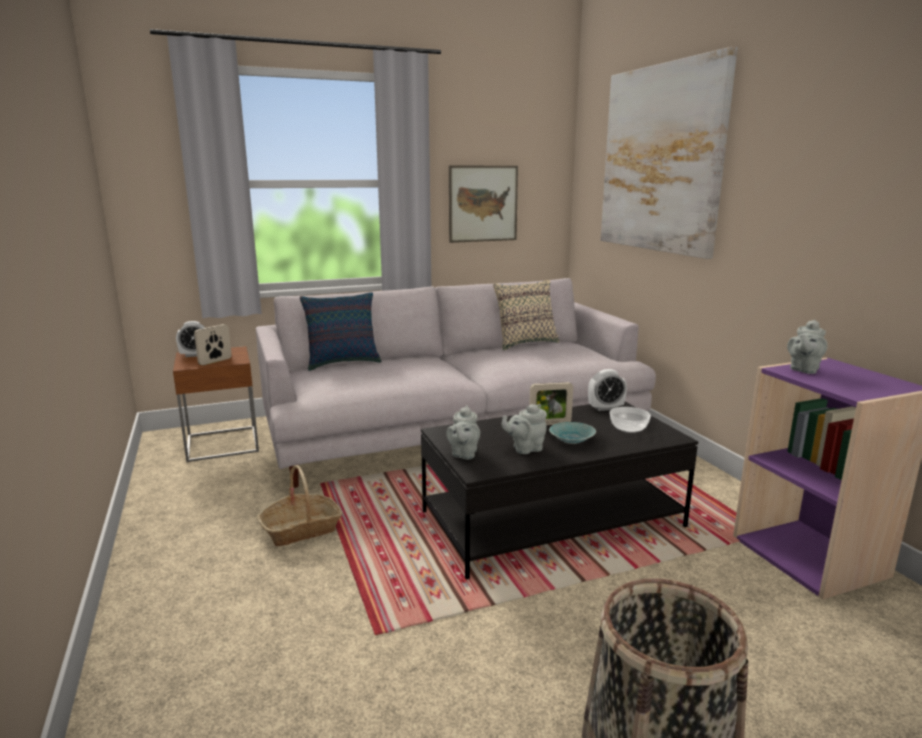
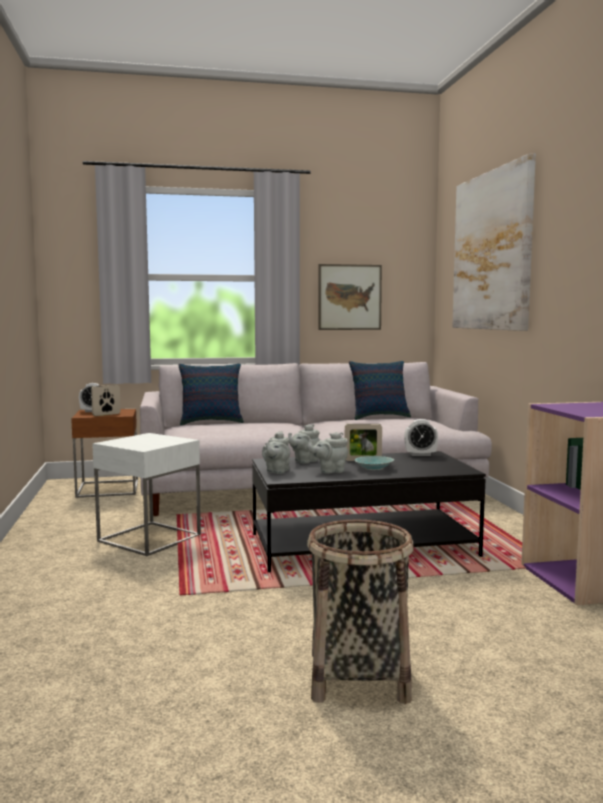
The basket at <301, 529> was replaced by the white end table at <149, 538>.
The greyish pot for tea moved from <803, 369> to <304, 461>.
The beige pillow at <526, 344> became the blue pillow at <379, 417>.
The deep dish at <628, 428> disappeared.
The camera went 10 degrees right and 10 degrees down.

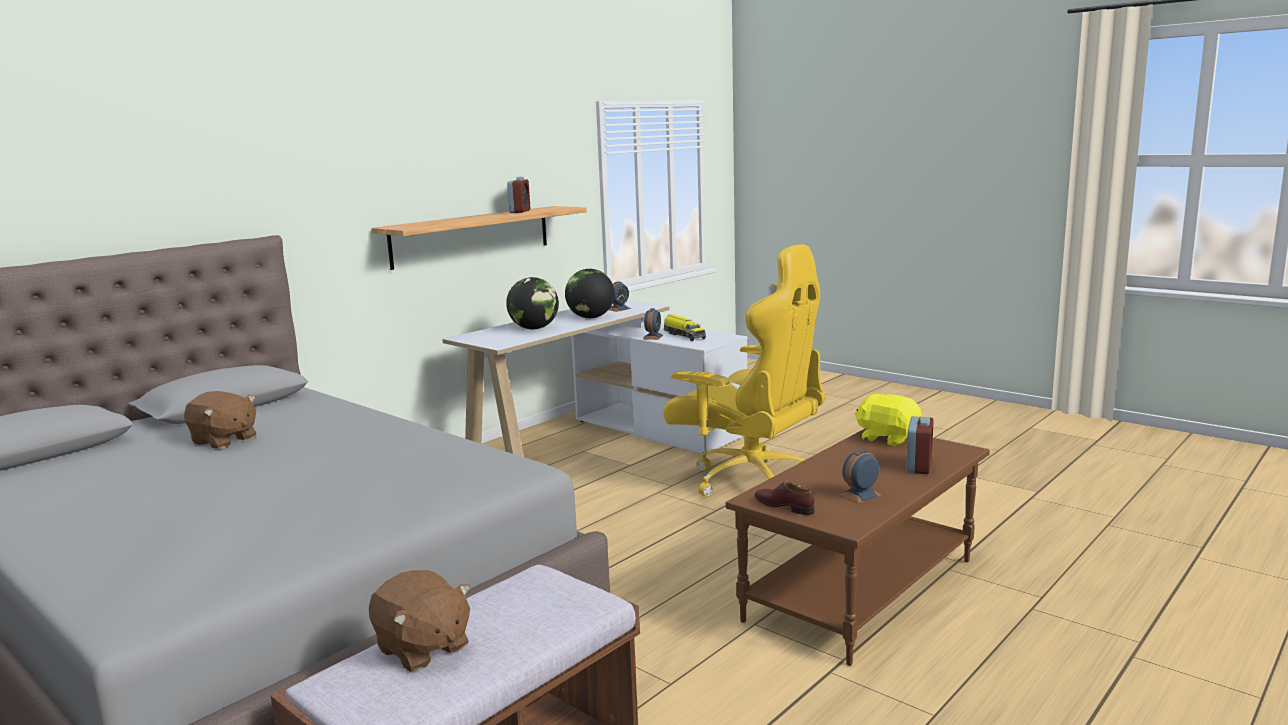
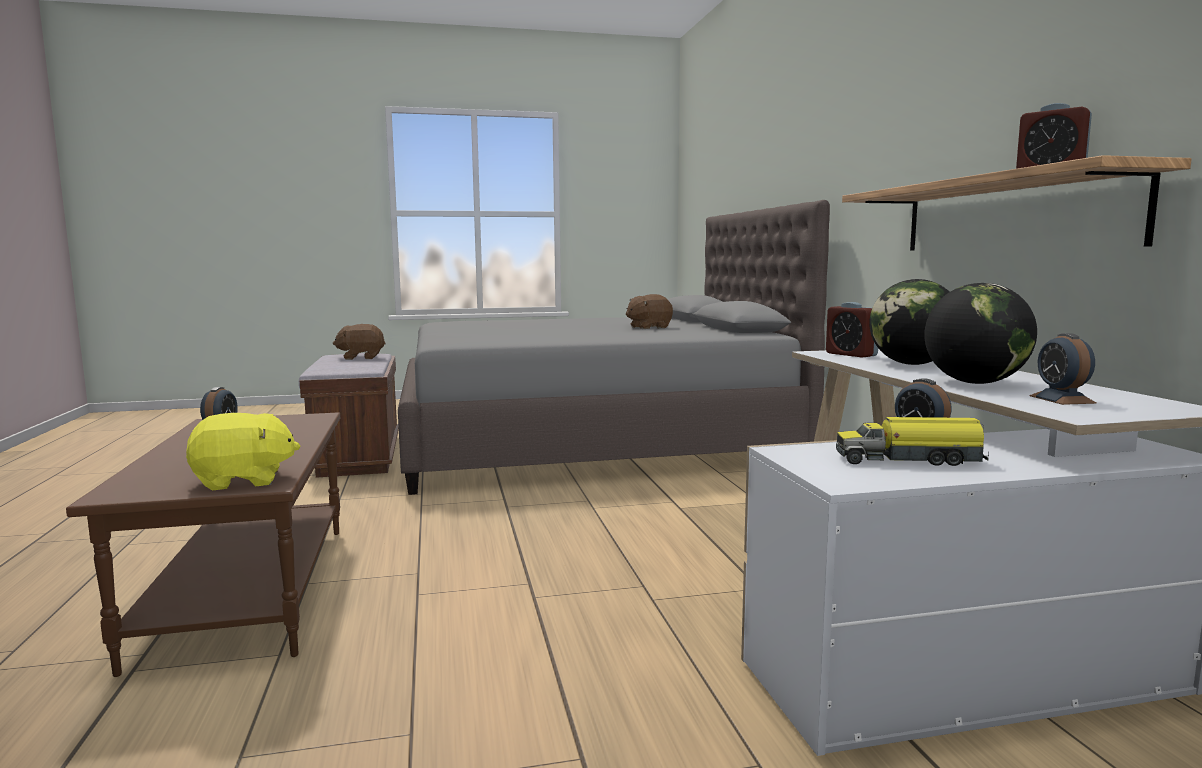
The alarm clock moved from <919, 466> to <851, 354>.
The yellow-coloured desk chair at <744, 479> disappeared.
The brown-coloured item of footwear at <784, 506> disappeared.
The camera went 125 degrees right and 5 degrees down.

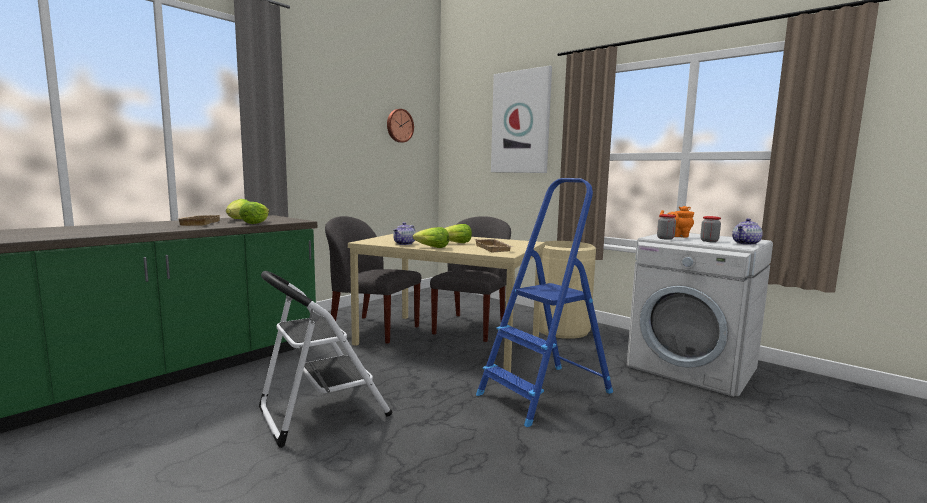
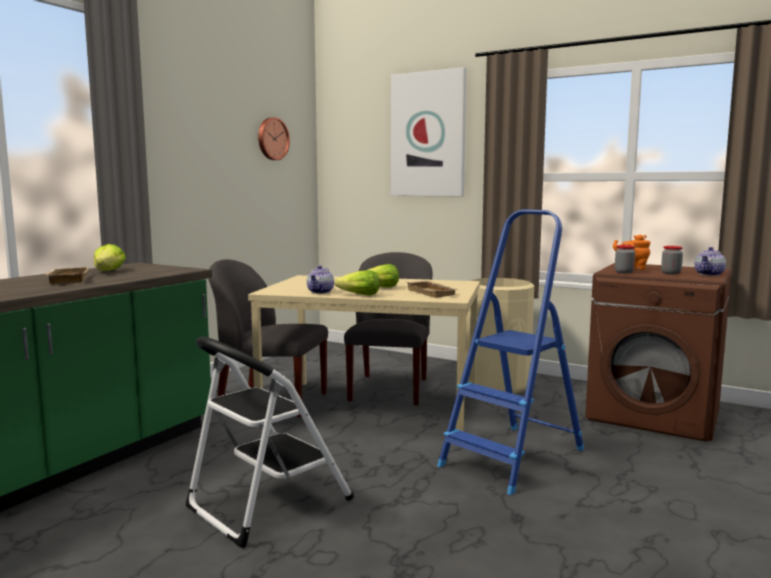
The white laundry machine at <691, 368> became the brown-coloured laundry machine at <653, 415>.
The lettuce head at <255, 223> disappeared.
The camera went 10 degrees left and 0 degrees up.

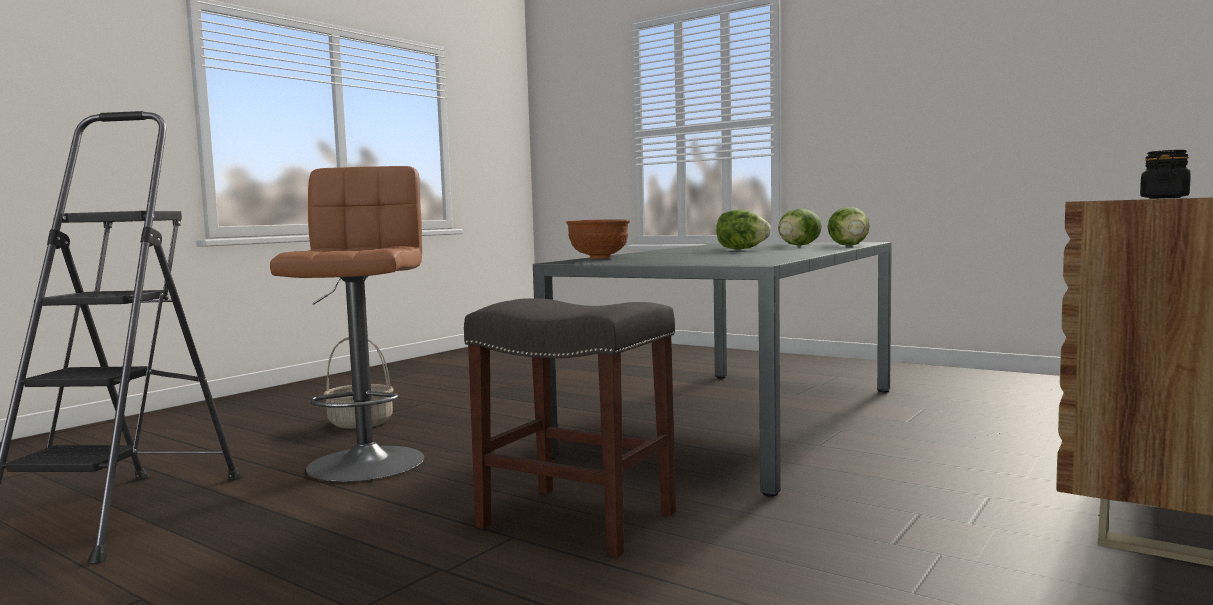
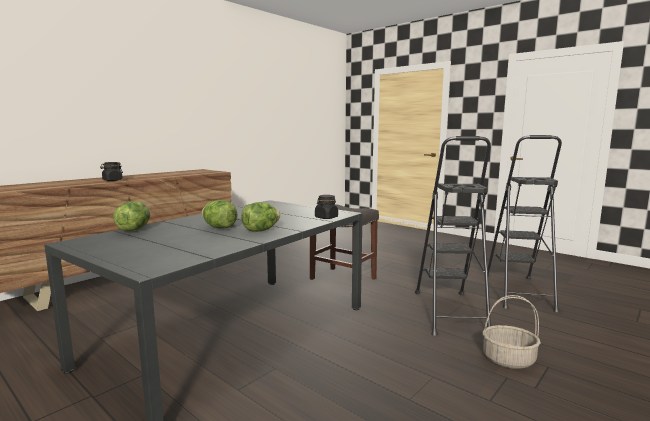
The lettuce head moved from <798, 245> to <261, 230>.
The brown-coloured deep dish at <599, 258> was replaced by the black storage jar at <326, 217>.
The brown-coloured stool seat at <368, 463> was replaced by the step ladder at <449, 312>.
The camera went 175 degrees left and 5 degrees up.

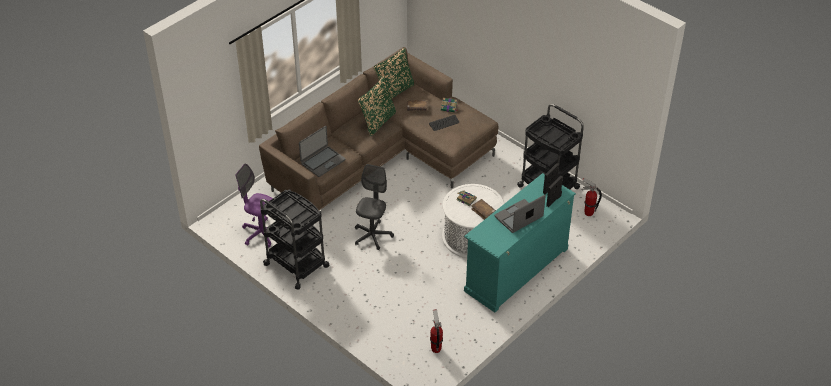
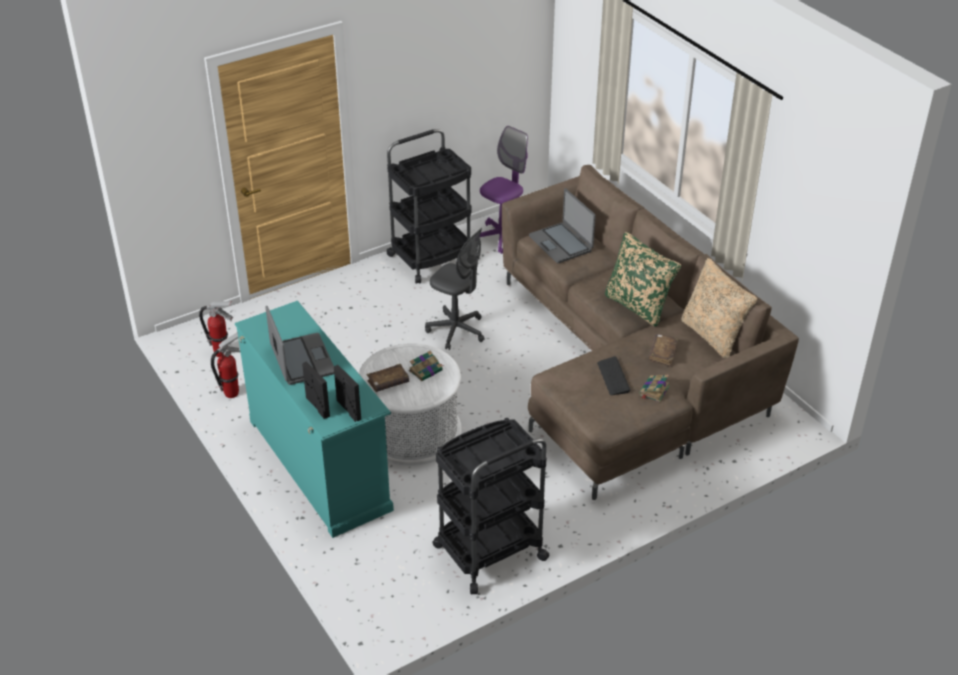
The fire-fighting cylinder moved from <588, 213> to <232, 393>.
The green pillow at <395, 92> became the beige pillow at <712, 338>.
The camera went 105 degrees right and 5 degrees down.

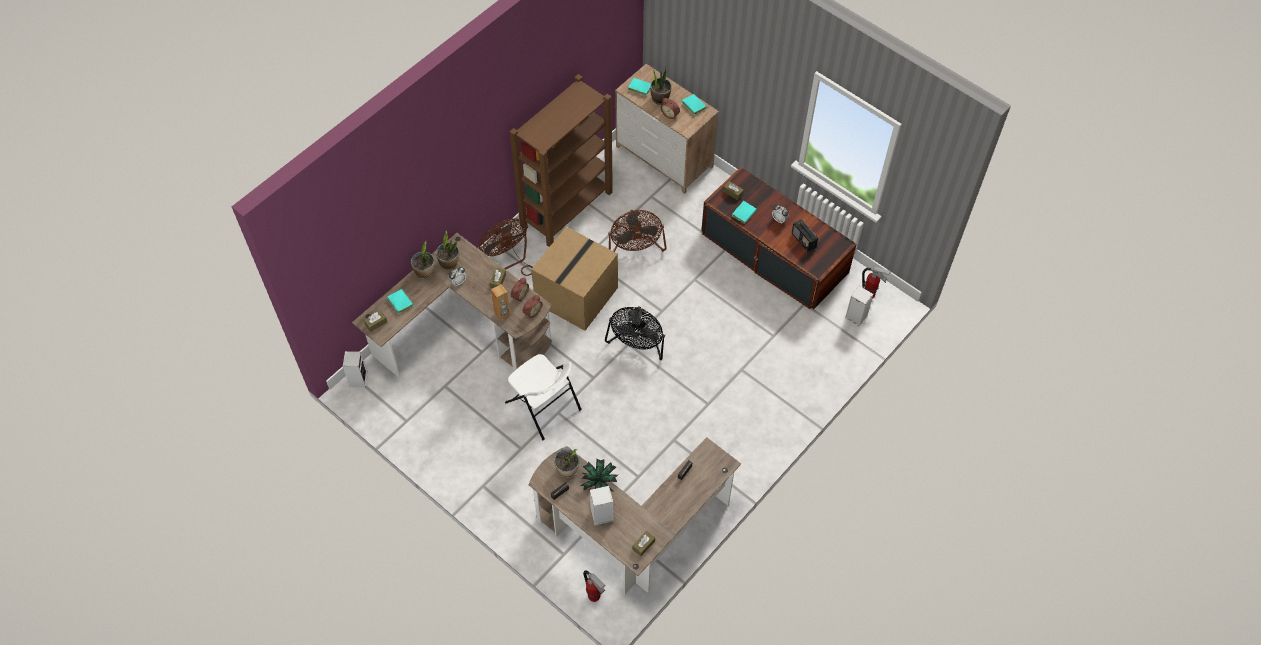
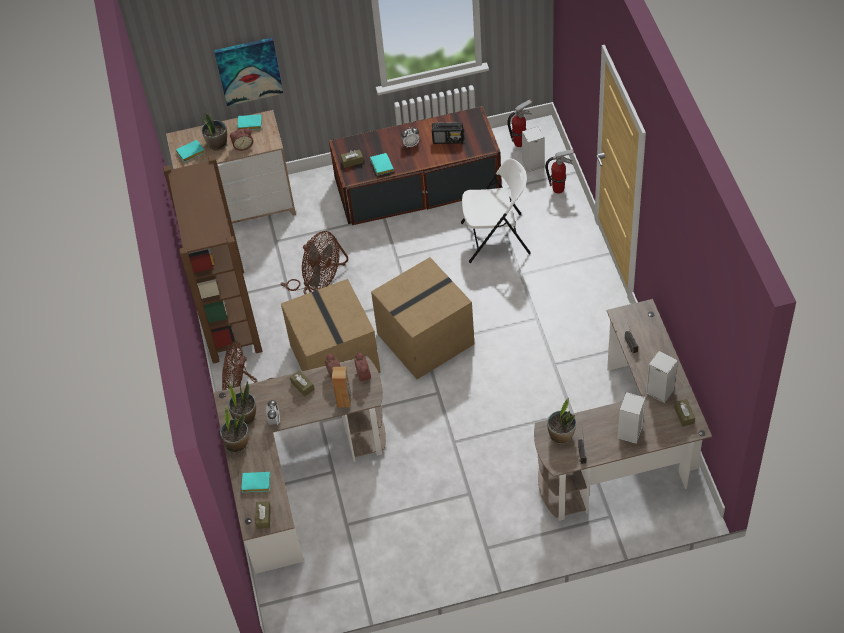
The wall picture at <249, 70> appeared.
The black cooling fan at <636, 341> was replaced by the packing box at <425, 337>.
The white upright chair moved from <543, 406> to <495, 238>.
The fire-fighting cylinder moved from <594, 597> to <559, 189>.
The audio speaker moved from <358, 379> to <658, 391>.
The houseplant at <599, 481> disappeared.
The camera went 50 degrees left and 5 degrees down.

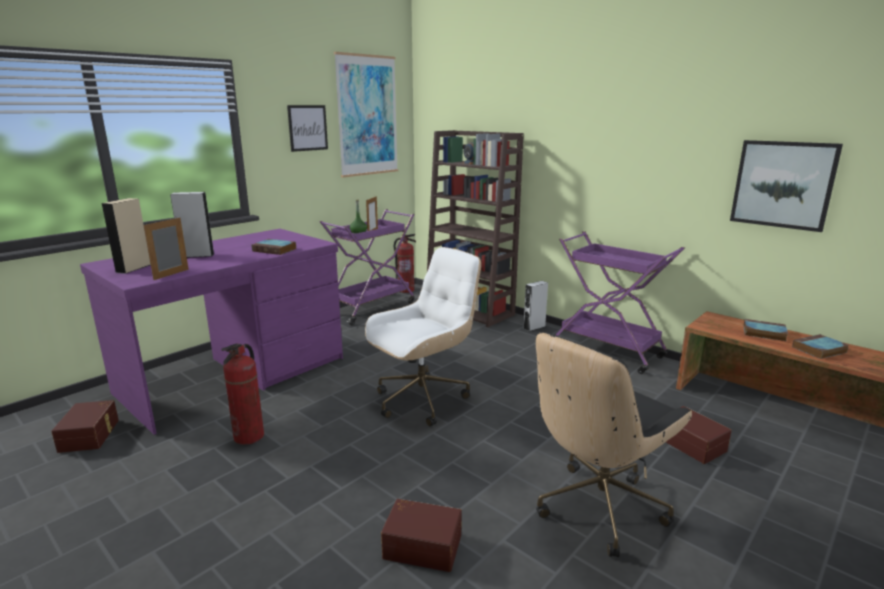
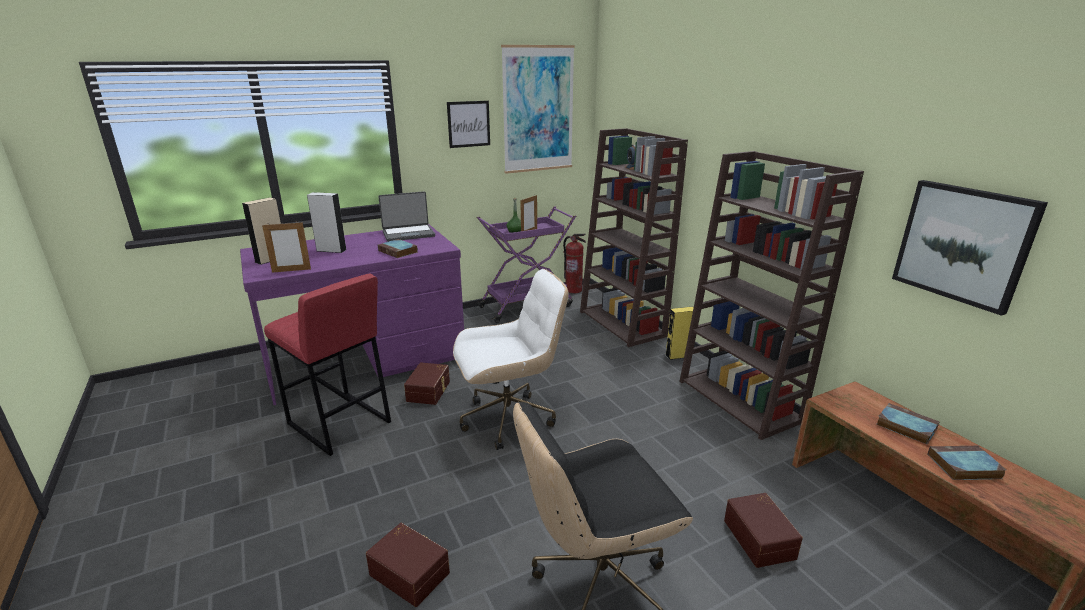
The picture frame at <171, 274> turned 150 degrees counterclockwise.
The fire-fighting cylinder at <249, 436> was replaced by the reddish stool seat at <340, 424>.
The portable computer at <408, 234> appeared.
The brown-coloured storage container moved from <91, 435> to <429, 391>.
The greyish audio speaker at <534, 327> became the yellow-coloured audio speaker at <678, 356>.
The purple-coloured cart at <606, 351> was replaced by the brown-coloured bookcase at <740, 401>.
The camera went 20 degrees right and 5 degrees up.

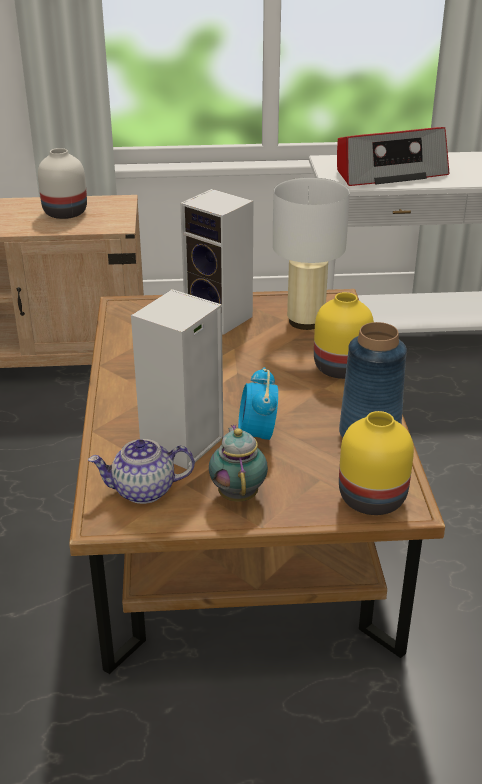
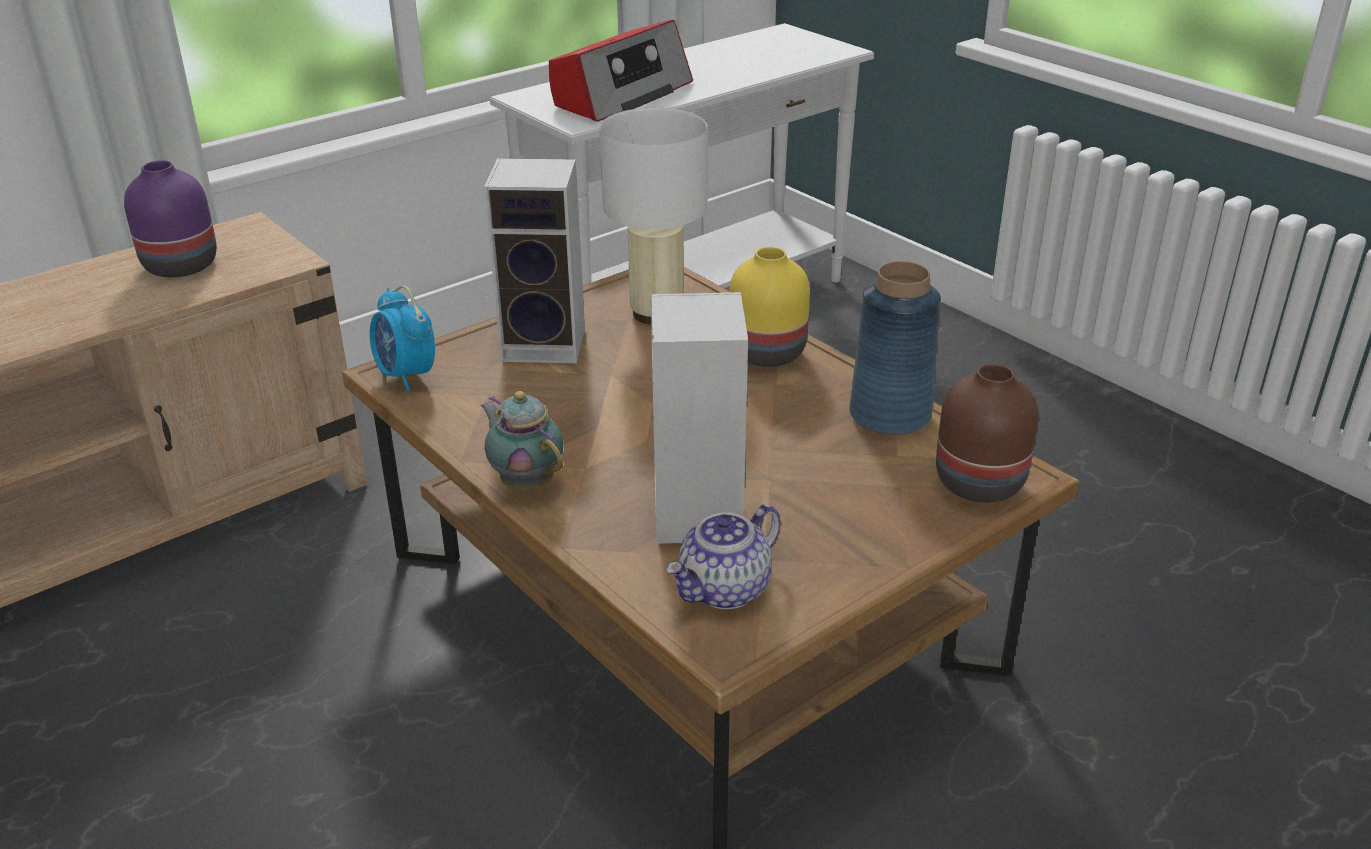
The white flower vase at <64, 213> became the purple-coloured flower vase at <181, 266>.
The alarm clock moved from <257, 436> to <406, 375>.
The pot for tea moved from <238, 494> to <525, 482>.
The yellow-coloured flower vase at <374, 498> became the brown-coloured flower vase at <980, 481>.
The camera went 35 degrees left and 0 degrees up.

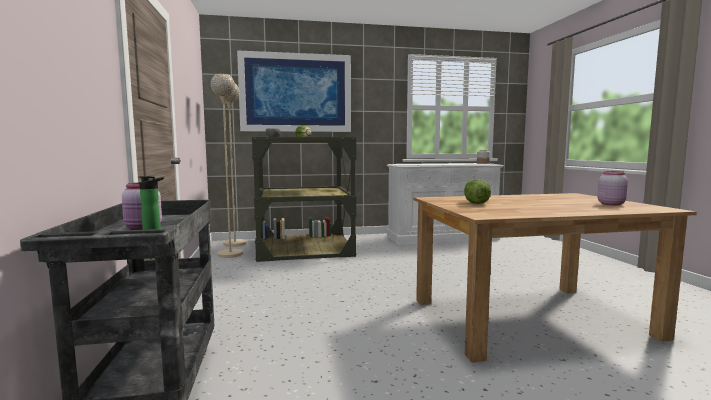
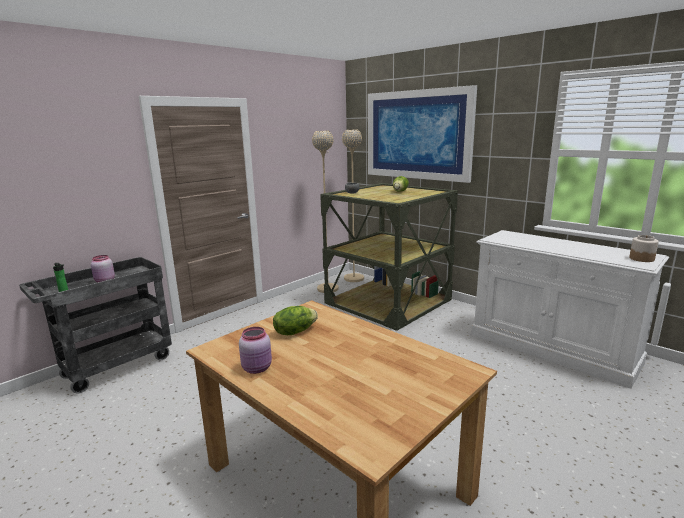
The pinkish storage jar moved from <611, 204> to <257, 368>.
The camera went 55 degrees right and 10 degrees up.

